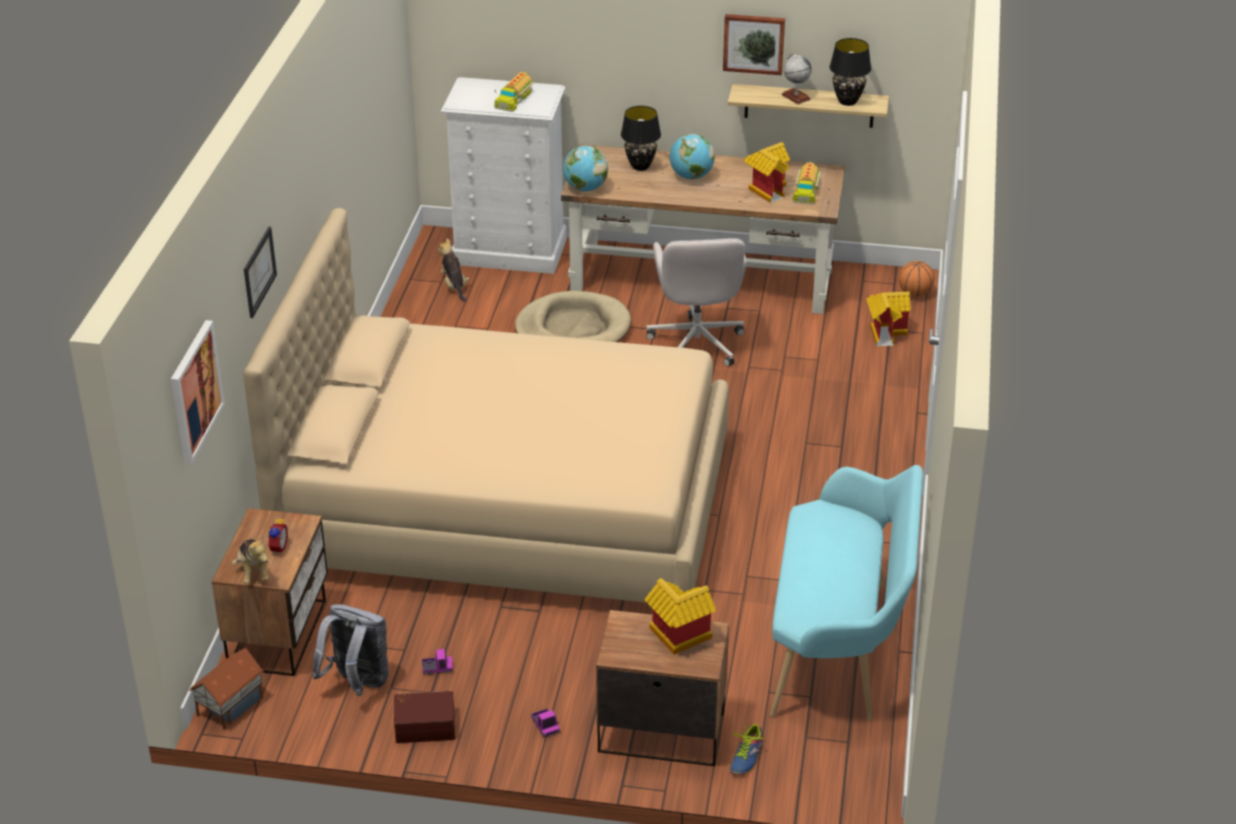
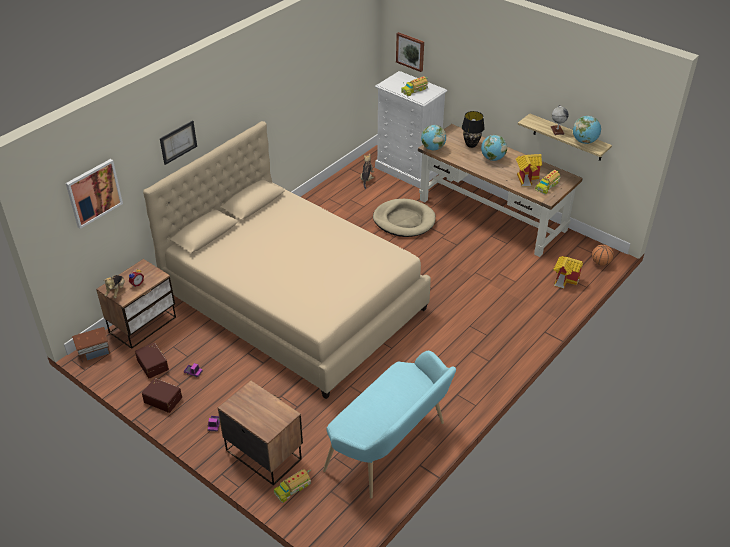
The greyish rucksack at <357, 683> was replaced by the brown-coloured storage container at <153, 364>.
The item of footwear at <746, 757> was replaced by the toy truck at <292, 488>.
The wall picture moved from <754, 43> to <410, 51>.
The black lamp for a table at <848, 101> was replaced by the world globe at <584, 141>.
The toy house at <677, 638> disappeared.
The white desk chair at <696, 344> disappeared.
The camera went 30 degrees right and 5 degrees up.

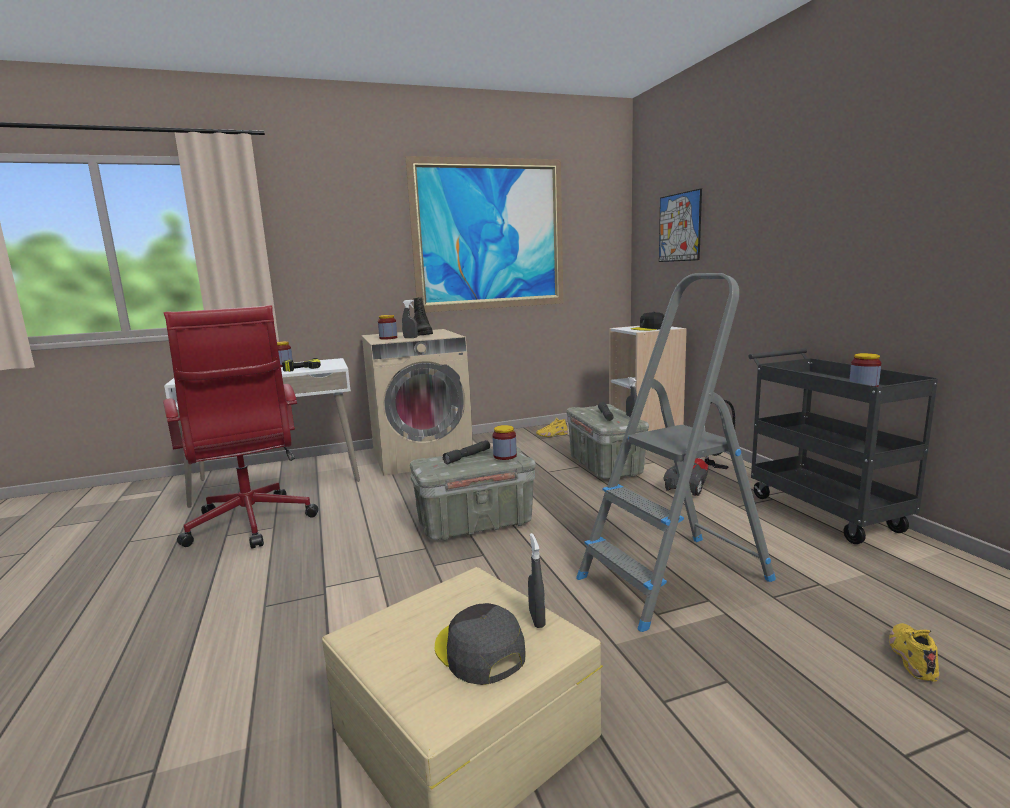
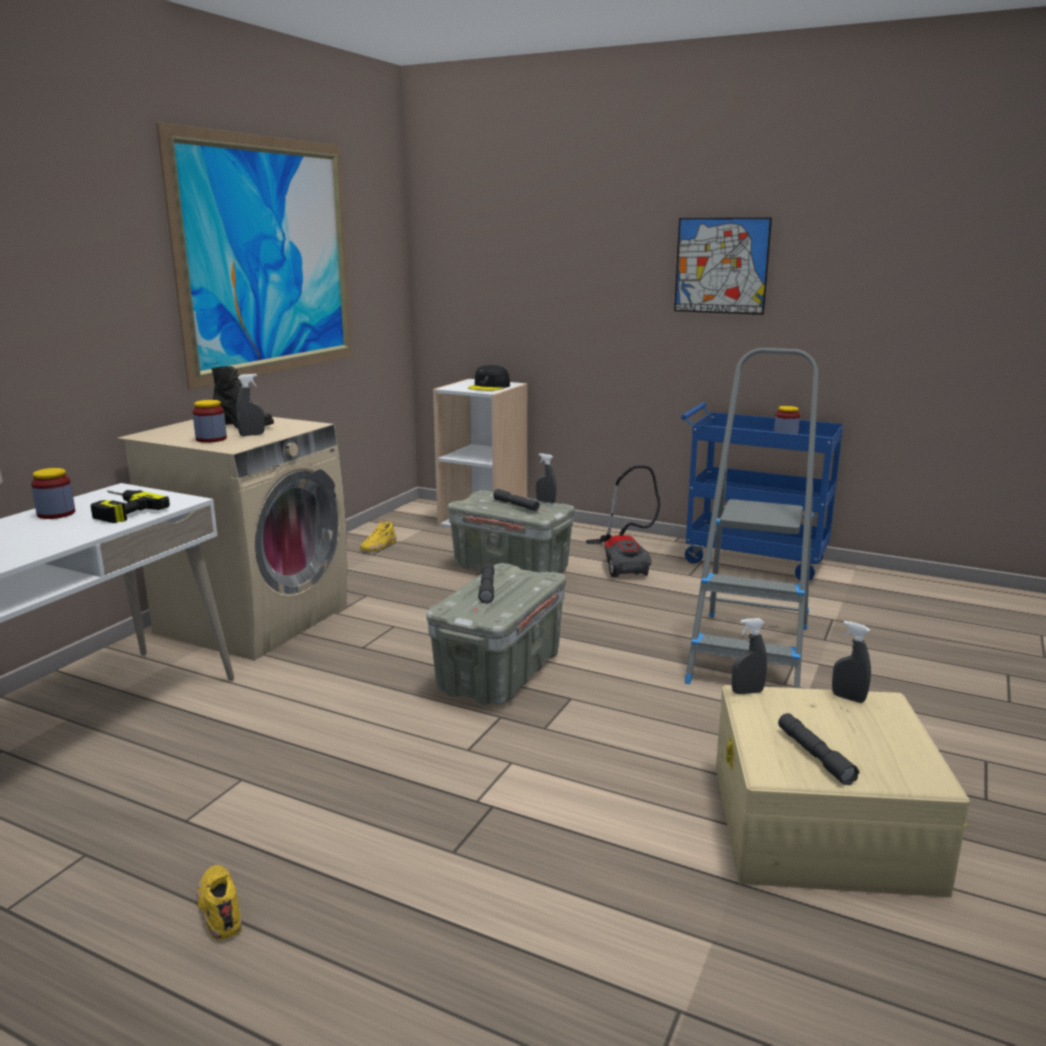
The yellow-coloured item of footwear moved from <911, 656> to <219, 908>.
The wall picture moved from <679, 227> to <721, 266>.
The greyish cart at <821, 513> became the blue cart at <750, 562>.
The greyish hand sprayer at <747, 692> appeared.
The greyish hand torch at <814, 755> appeared.
The reddish desk chair at <251, 525> disappeared.
The greyish baseball cap at <479, 651> disappeared.
The storage jar at <505, 456> disappeared.
The camera went 45 degrees left and 5 degrees up.

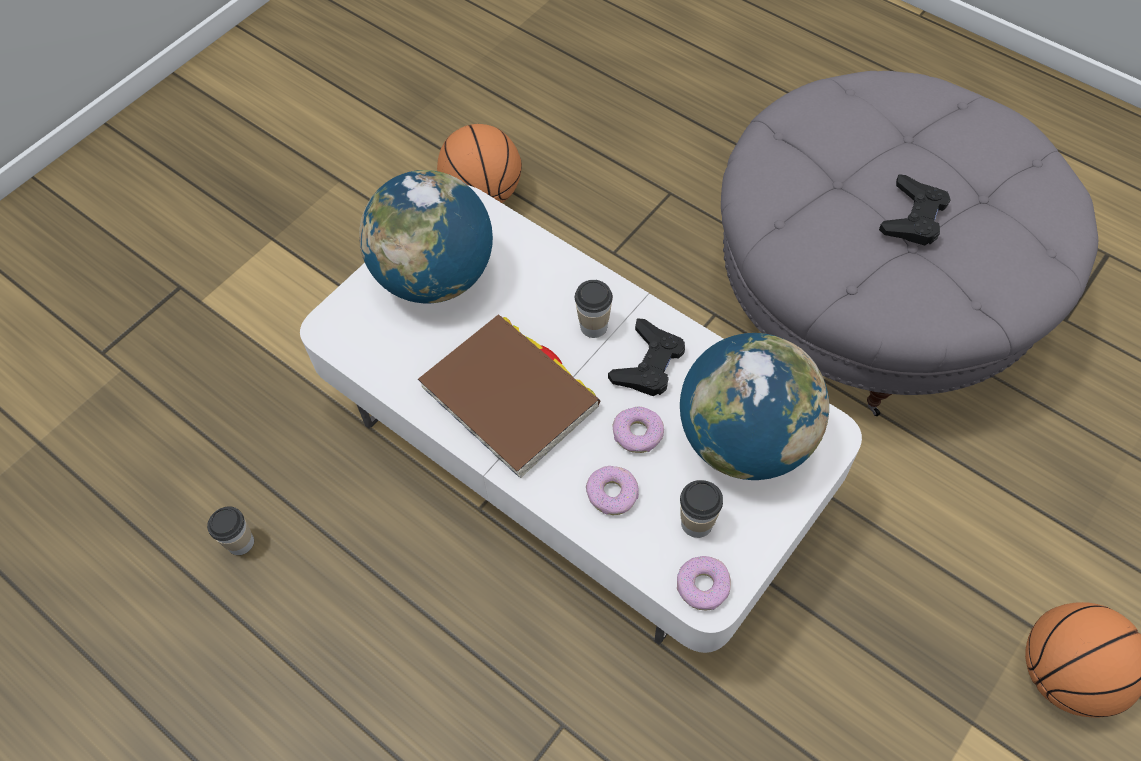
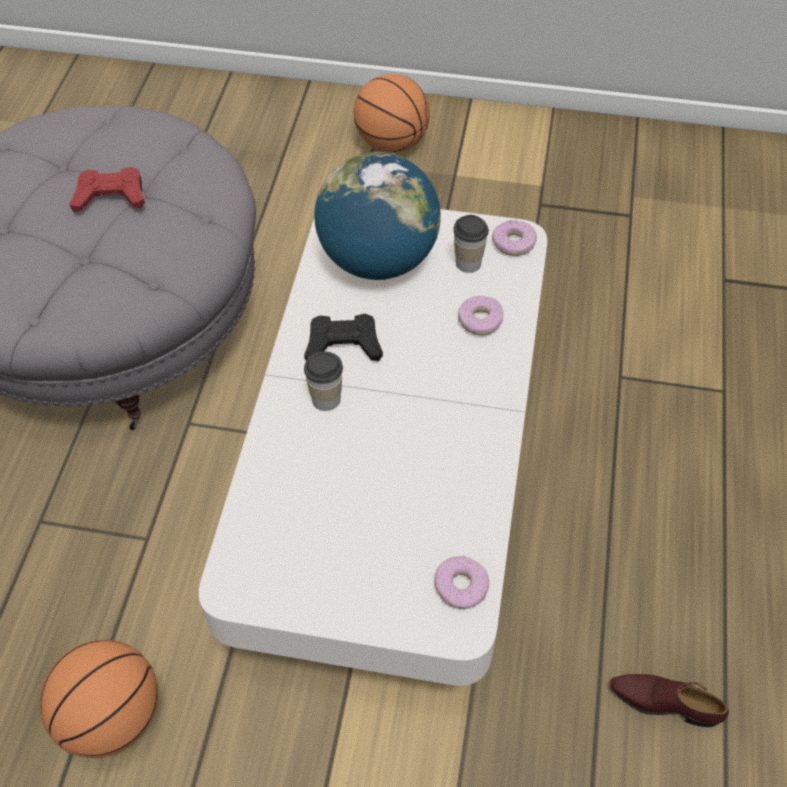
The black joypad at <913, 217> became the reddish joypad at <110, 196>.
The donut moved from <638, 434> to <461, 586>.
The drinking cup at <240, 543> was replaced by the brown-coloured item of footwear at <664, 702>.
The world globe at <435, 276> disappeared.
The brown-coloured bound book at <510, 397> disappeared.
The camera went 120 degrees left and 5 degrees down.

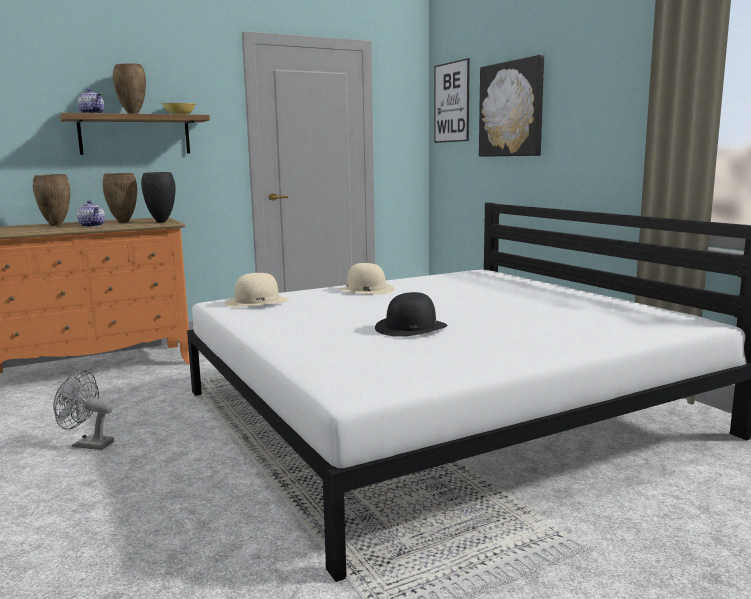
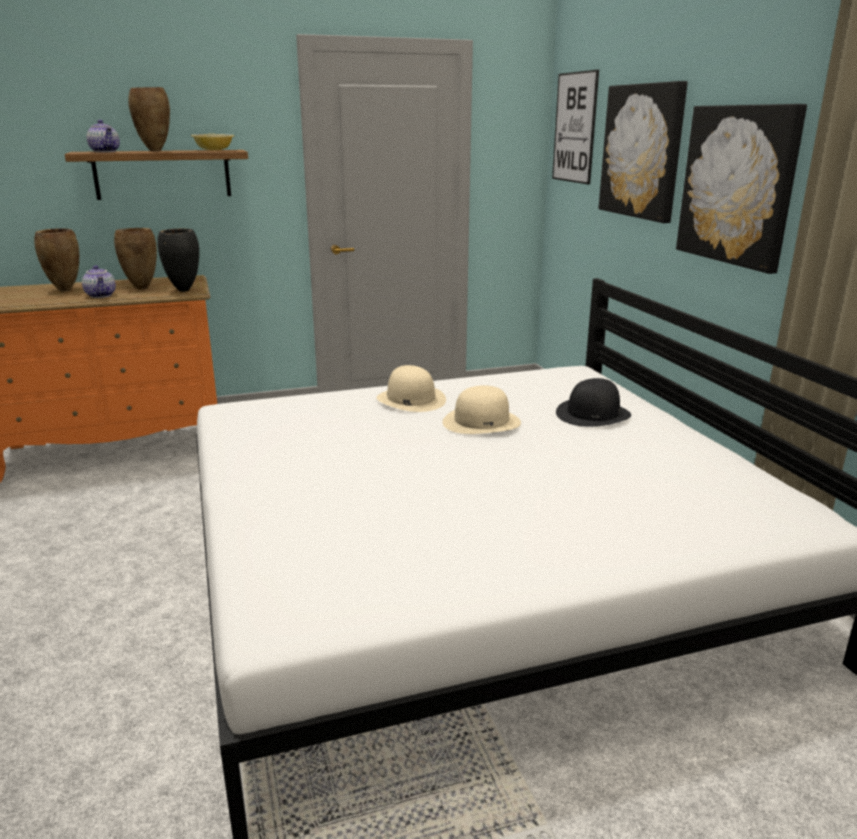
The beige clothing hat moved from <257, 301> to <481, 422>.
The black clothing hat moved from <411, 327> to <593, 414>.
The wall picture at <738, 185> appeared.
The greyish cooling fan at <87, 444> disappeared.
The camera went 10 degrees right and 10 degrees up.

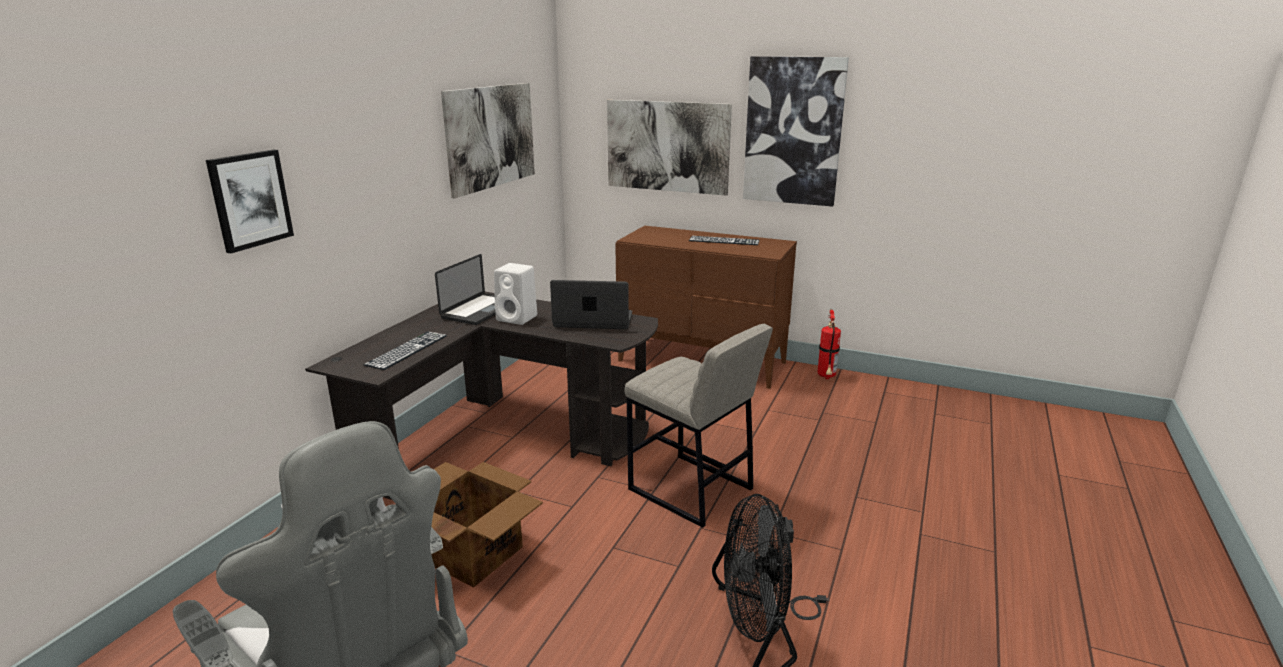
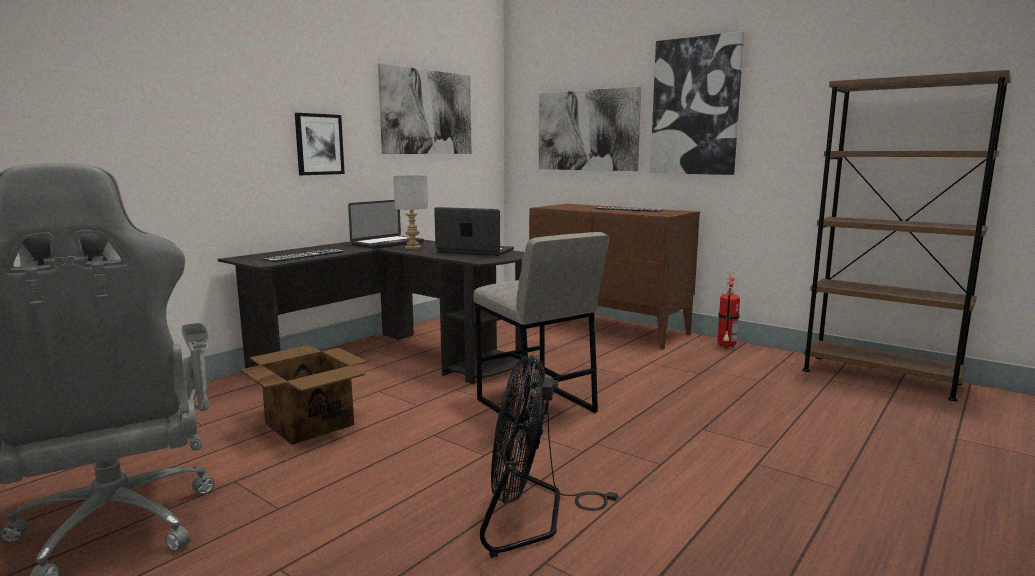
The wall picture moved from <250, 200> to <319, 144>.
The white audio speaker at <518, 318> was replaced by the greyish lamp for a table at <413, 248>.
The brown-coloured bookcase at <879, 377> appeared.
The camera went 15 degrees right and 10 degrees down.

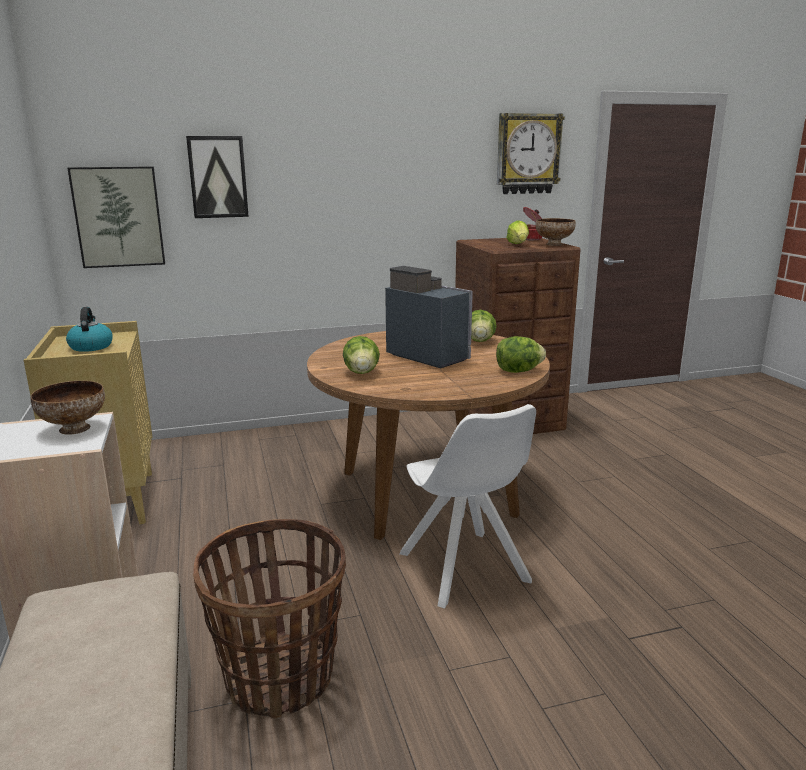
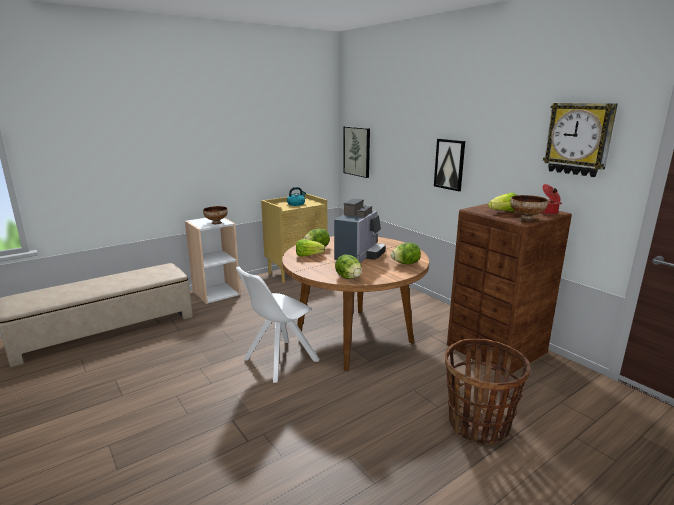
The lettuce head at <308, 256> appeared.
The wall picture moved from <218, 177> to <449, 164>.
The basket moved from <280, 677> to <478, 425>.
The camera went 70 degrees right and 0 degrees up.

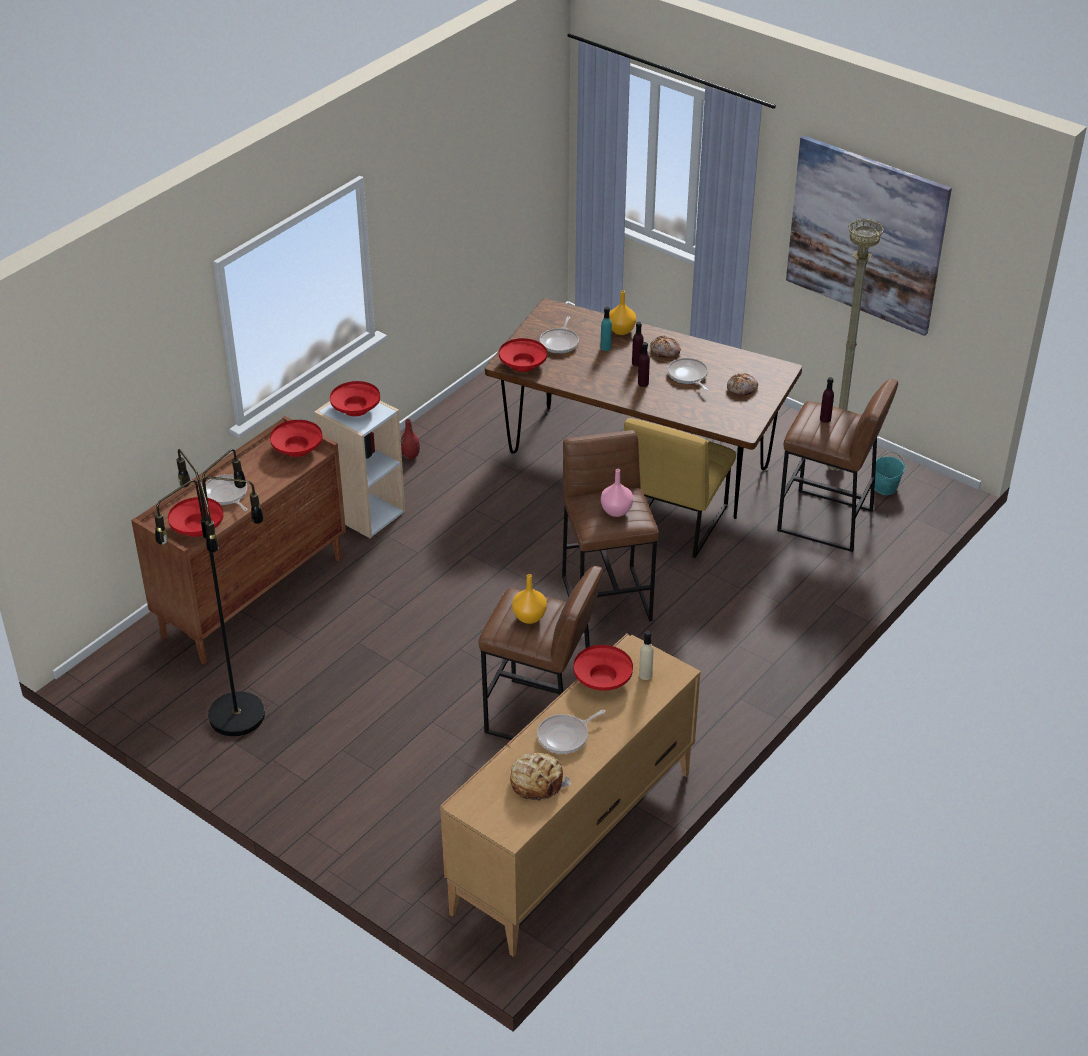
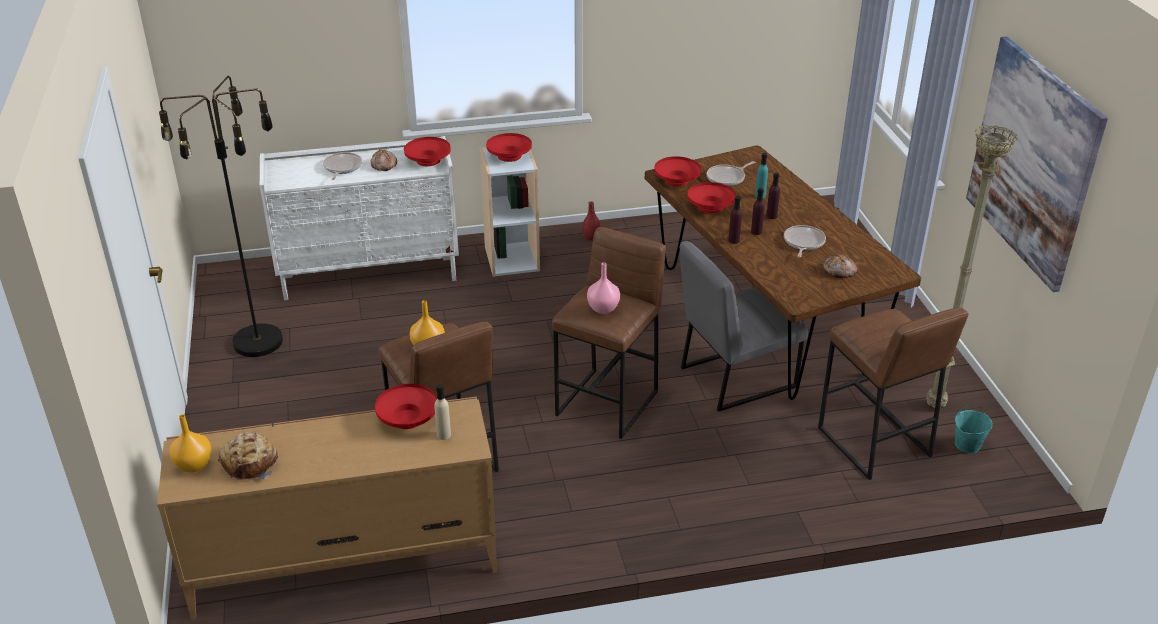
The orangey flower vase moved from <621, 331> to <193, 465>.
The brown-coloured cabinet at <254, 597> became the white cabinet at <370, 275>.
The baked bread moved from <665, 351> to <383, 165>.
The yellow-coloured upright chair at <675, 523> became the greyish upright chair at <735, 377>.
The reddish deep dish moved from <197, 527> to <710, 207>.
The purple-coloured beverage bottle moved from <825, 419> to <734, 240>.
The pan at <565, 736> disappeared.
The camera went 40 degrees right and 5 degrees down.

